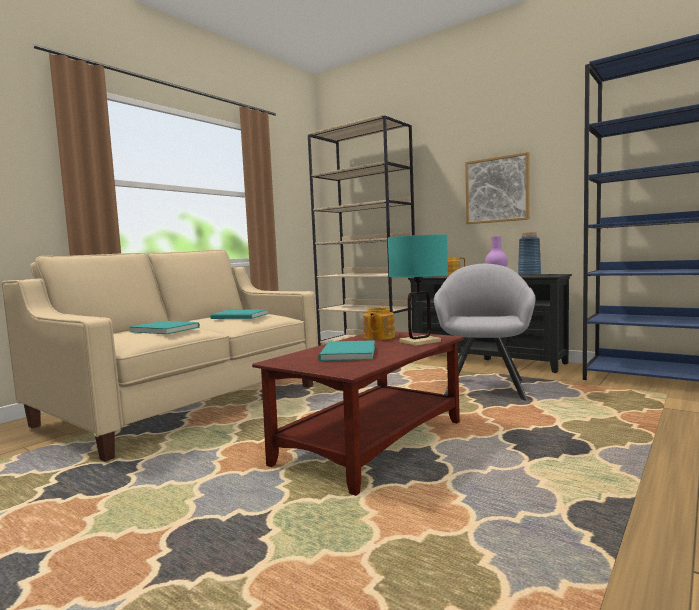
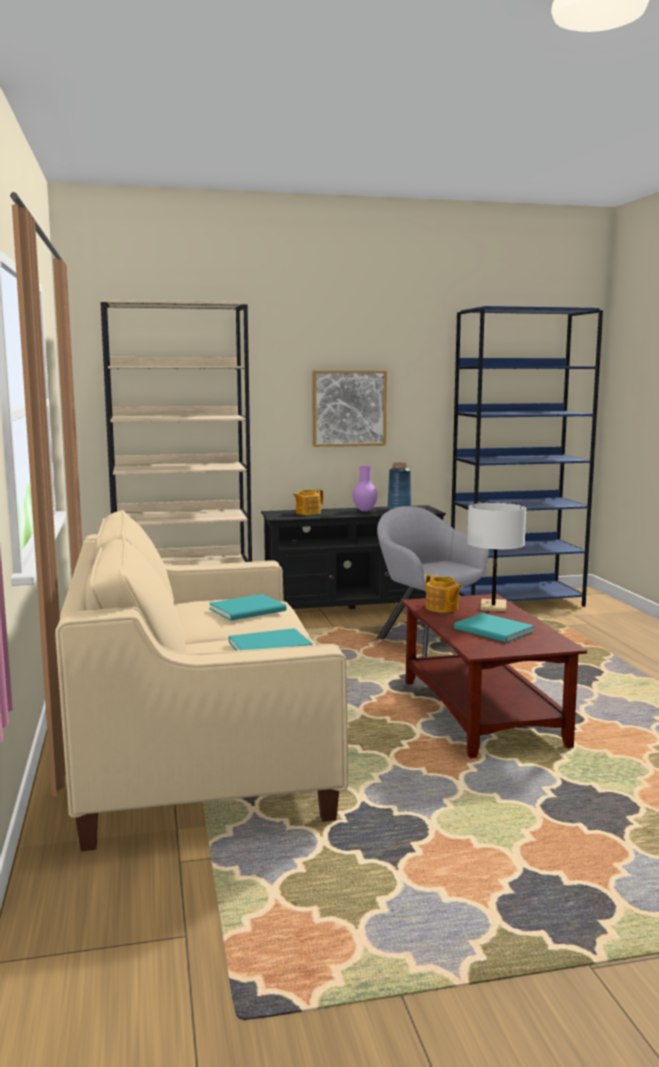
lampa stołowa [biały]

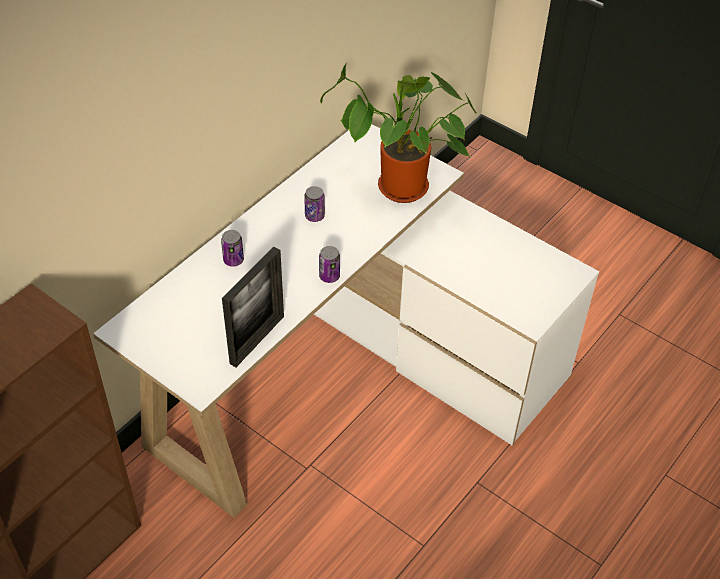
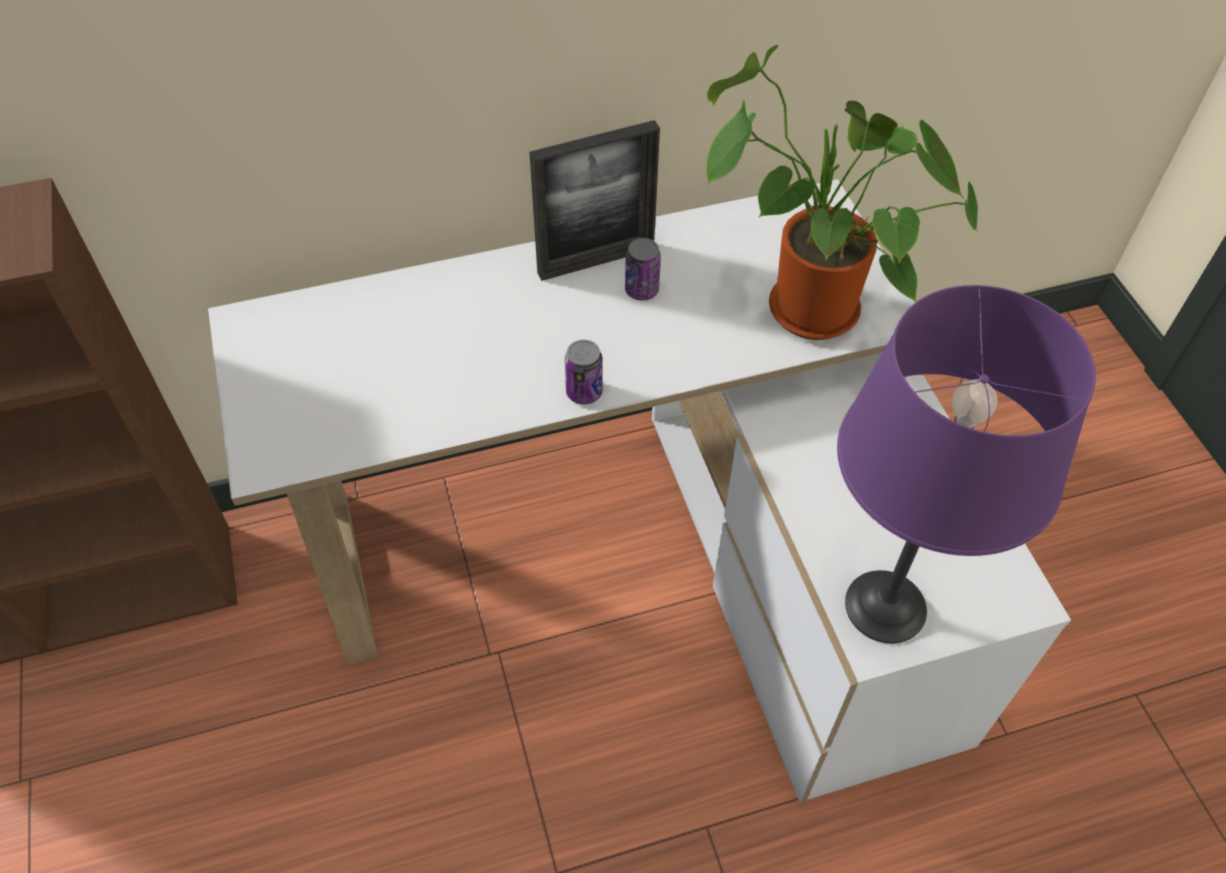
puszka (1st from left in the first image); lampa stołowa [fioletowy]; ramka na zdjęcie

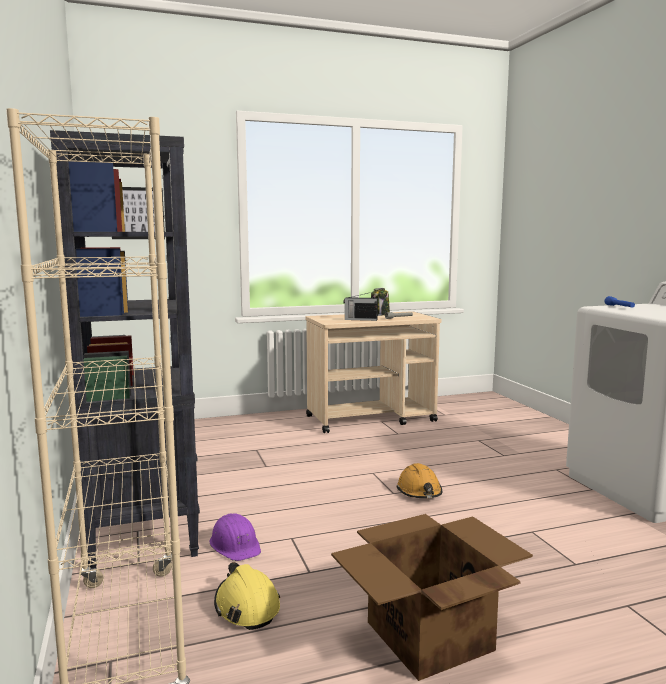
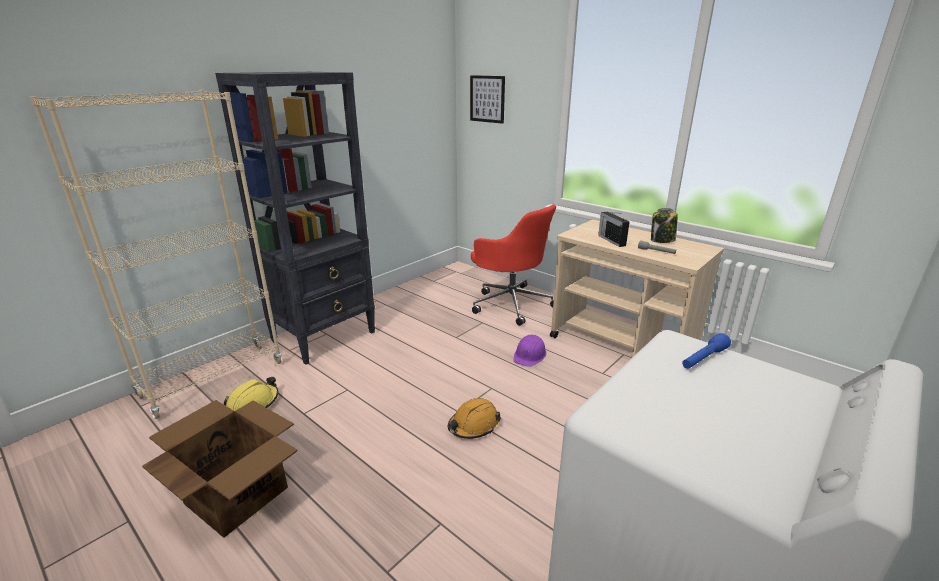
krzesło biurowe [czerwony]; kask [fioletowy]

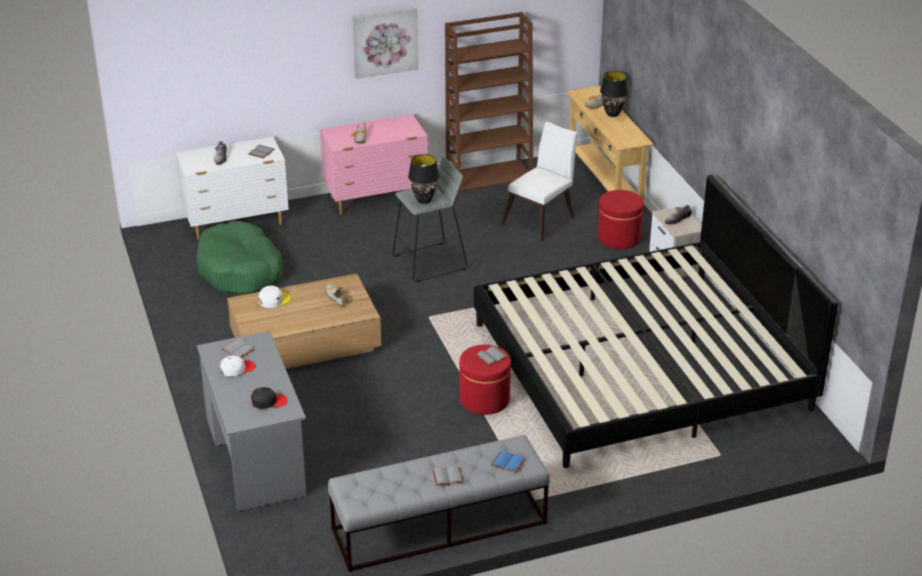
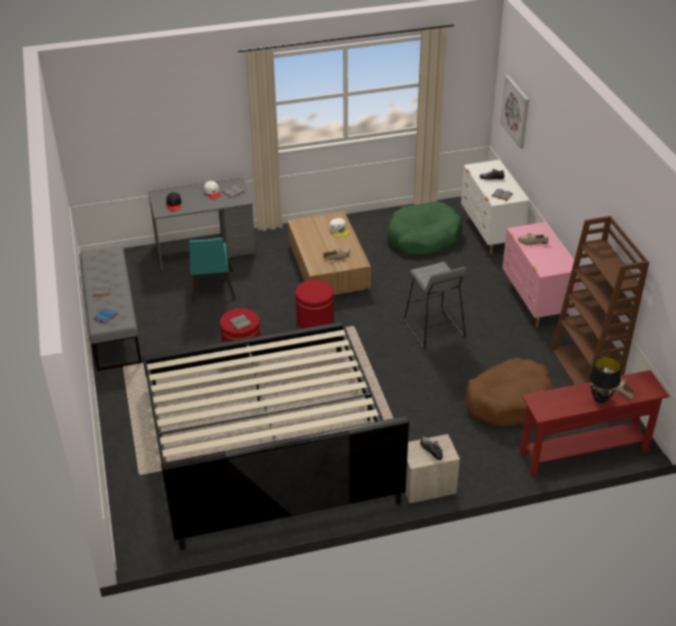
lampa stołowa [czarny] (1st from left in the first image); krzesło [turkusowy]; obraz; pufa [czerwony] (2nd from left); legowisko [brązowy]; stolik konsolowy [czerwony]

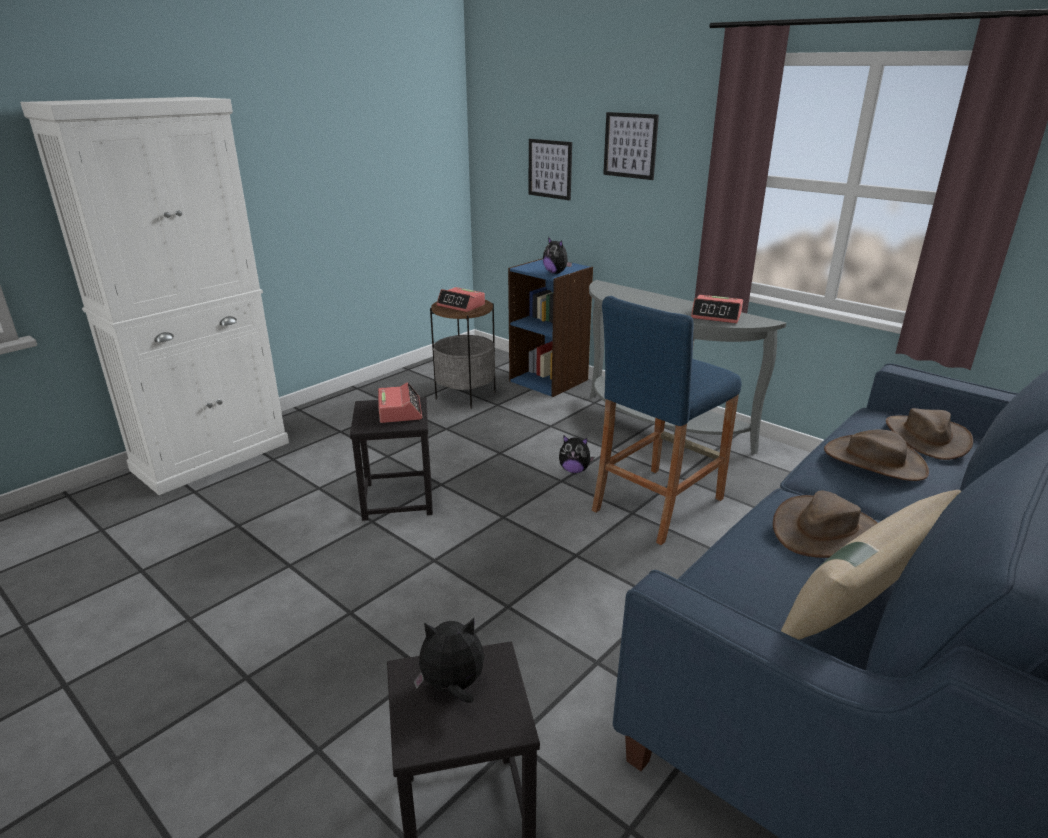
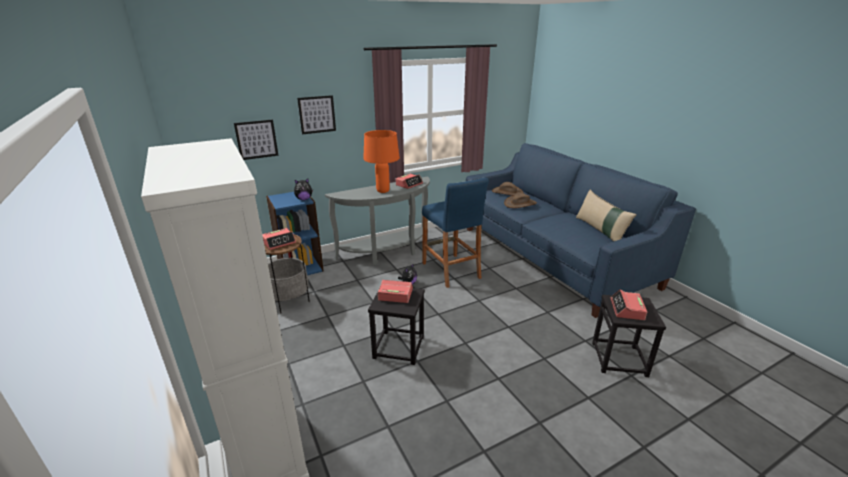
kapelusz [brązowy] (1st from left in the first image); lampa stołowa [pomarańczowy]; budzik (4th from left)

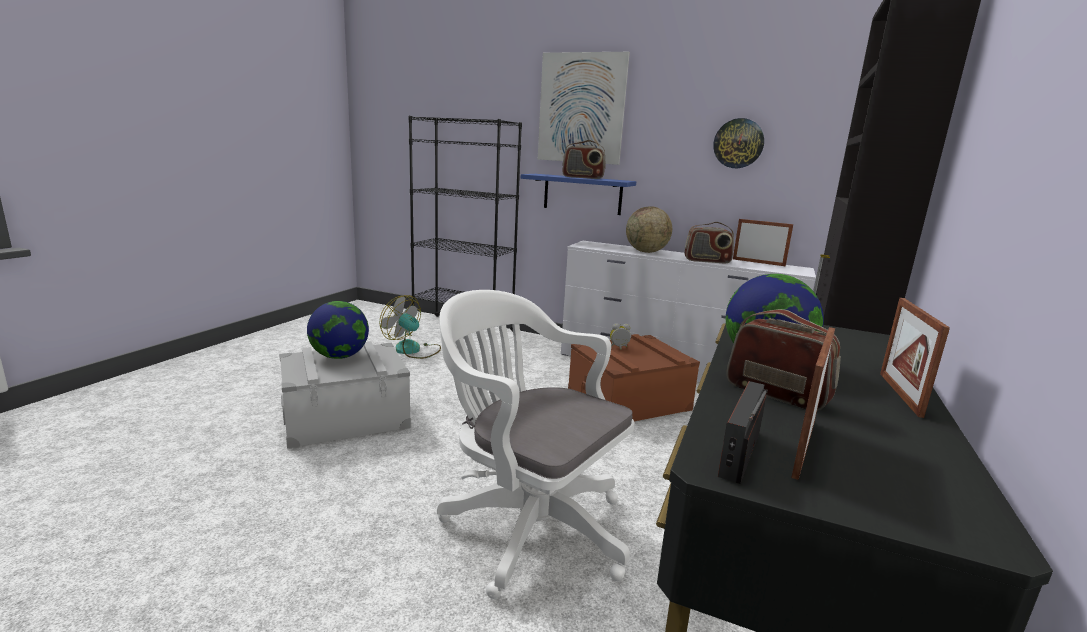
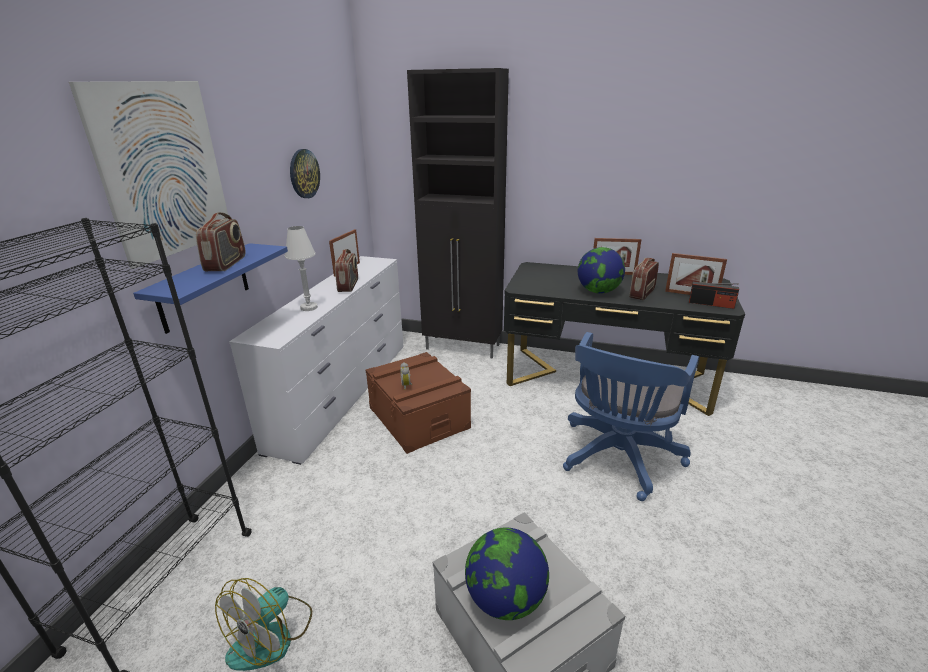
lampa stołowa [biały]; krzesło biurowe [niebieski]

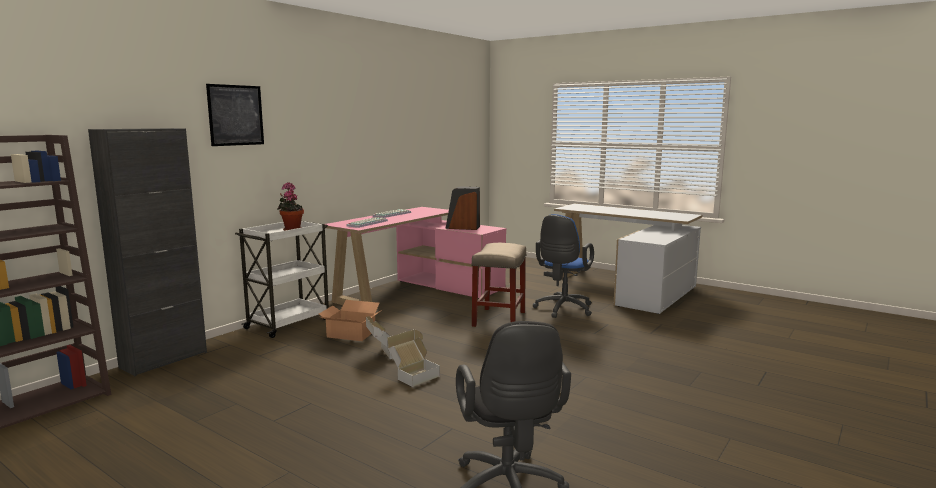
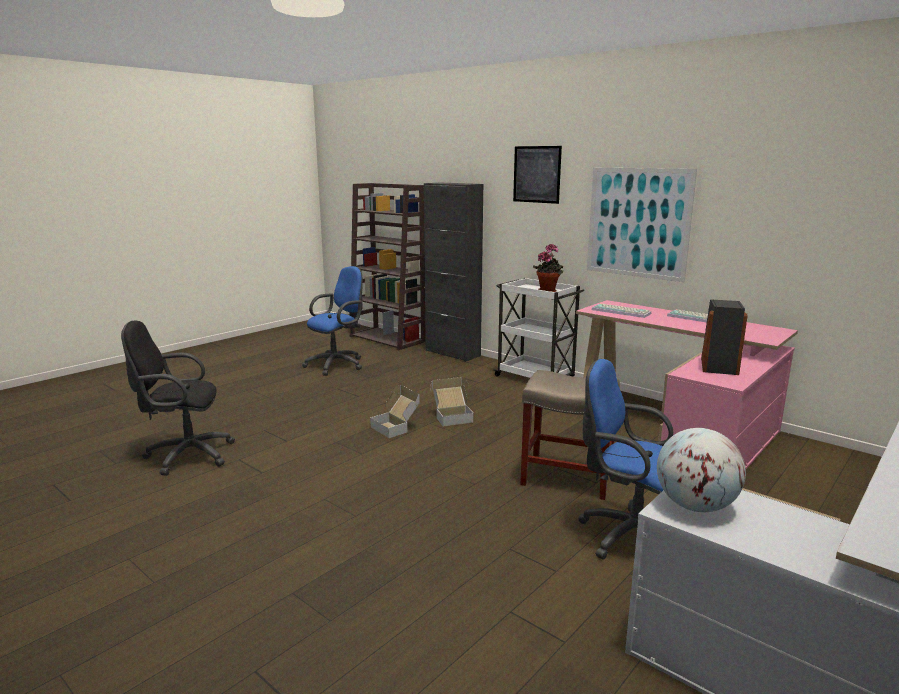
karton (1st from left in the first image); krzesło biurowe [niebieski] (1st from left); obraz (2nd from left); globus

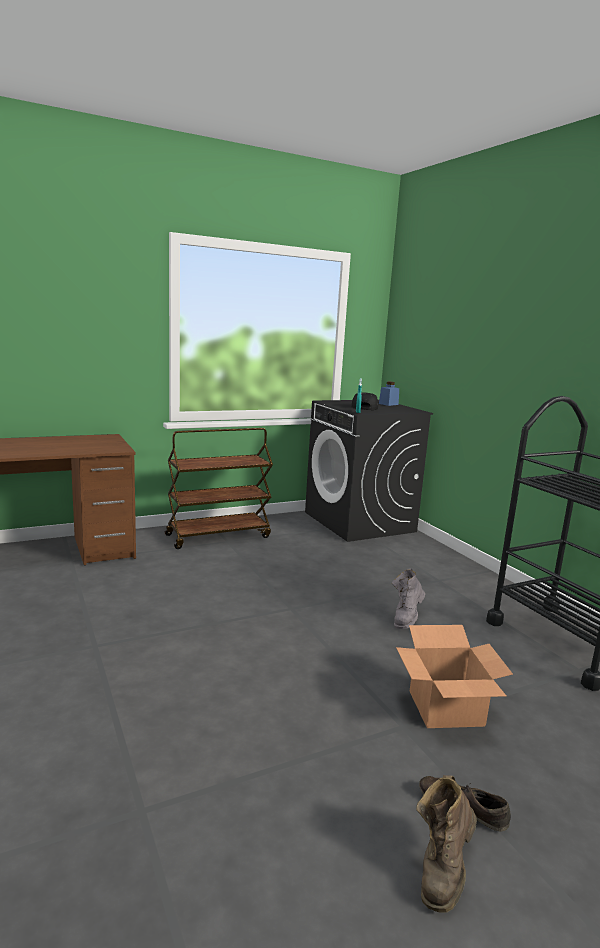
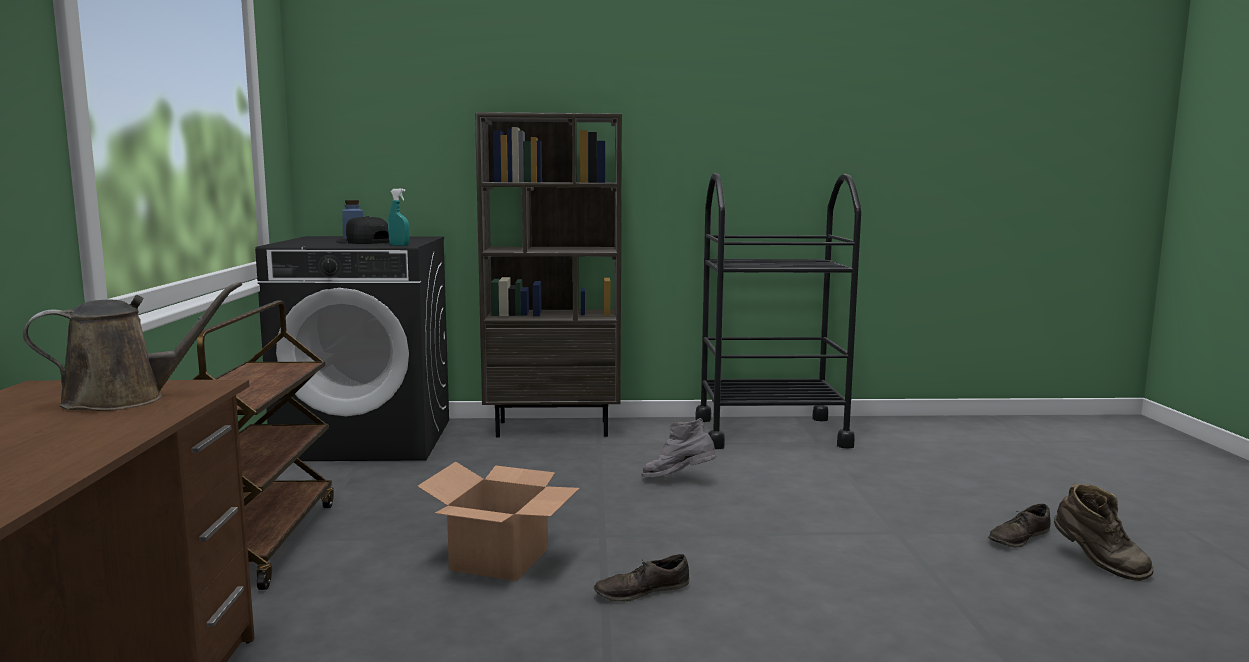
konewka [brązowy]; regał [brązowy]; but [brązowy] (1st from left); karton; but z cholewką [szary]

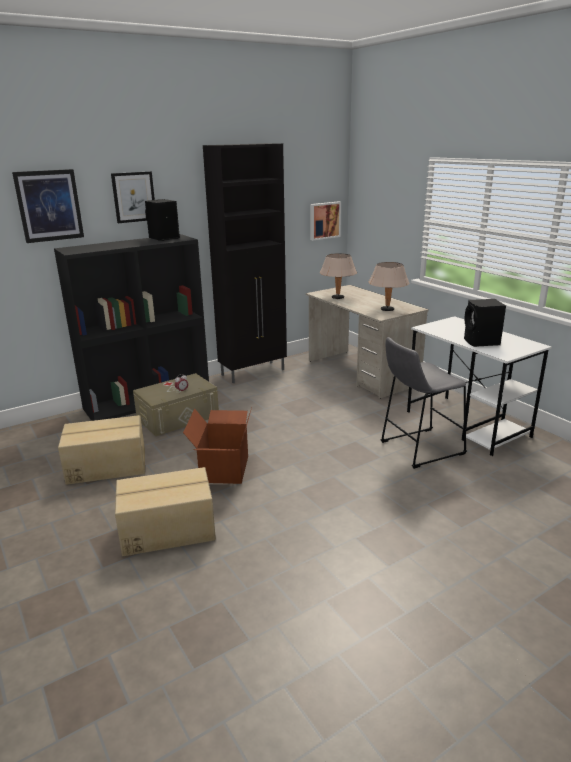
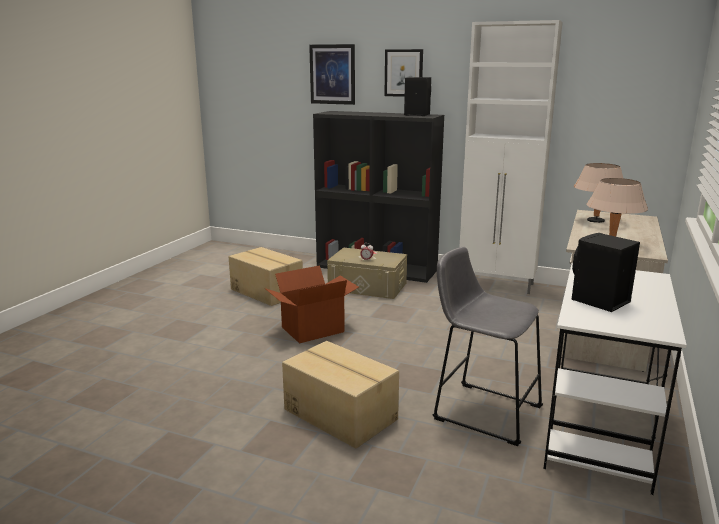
obraz (3rd from left in the first image); karton (3rd from left); szafka [biały]

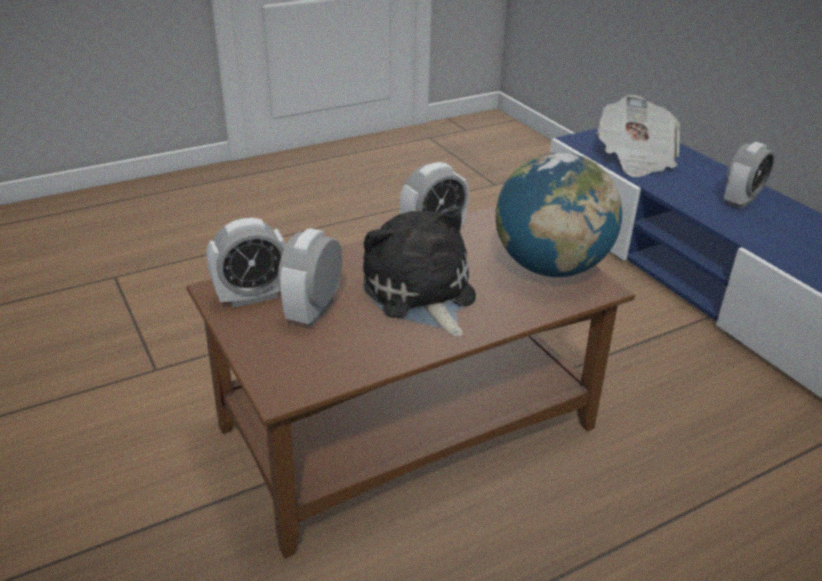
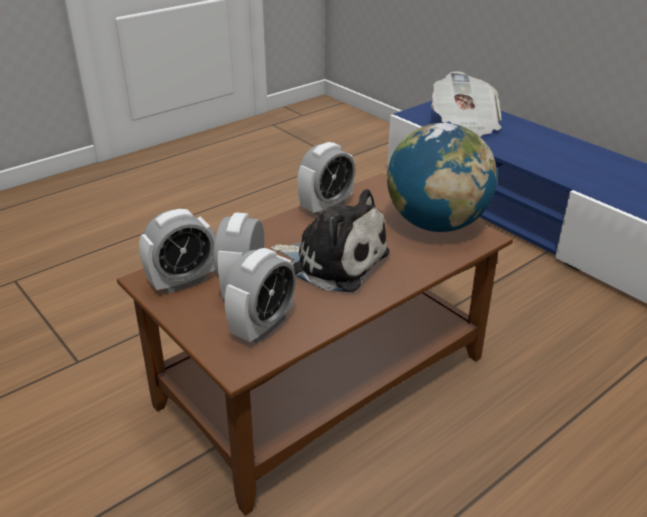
budzik (3rd from left); pluszak

